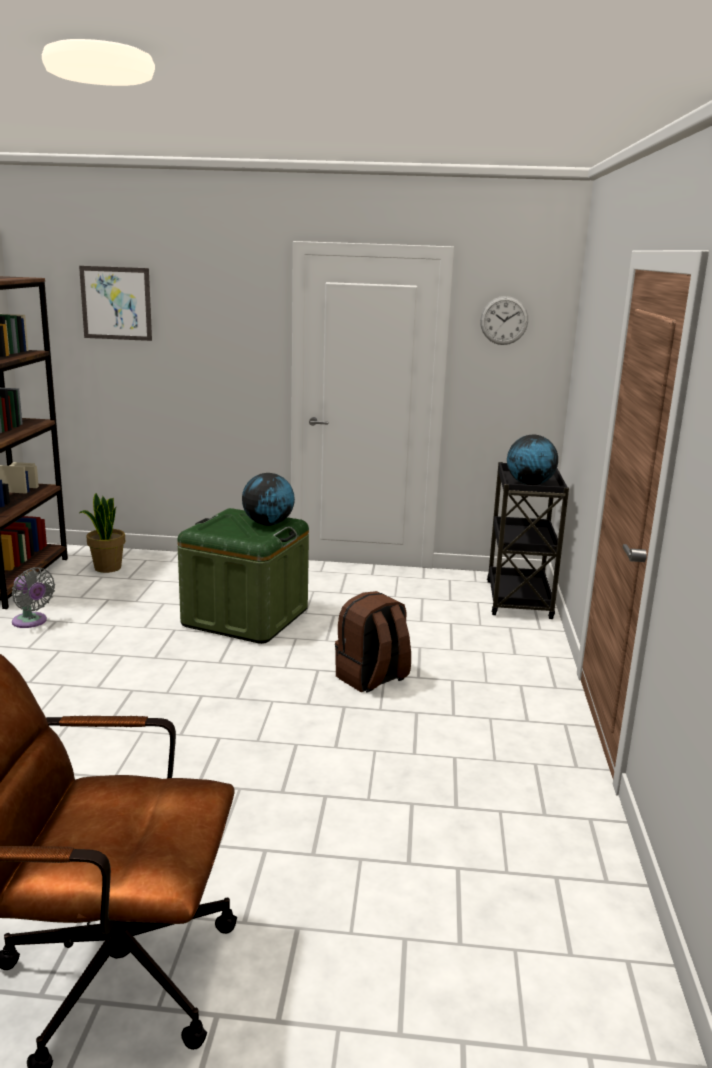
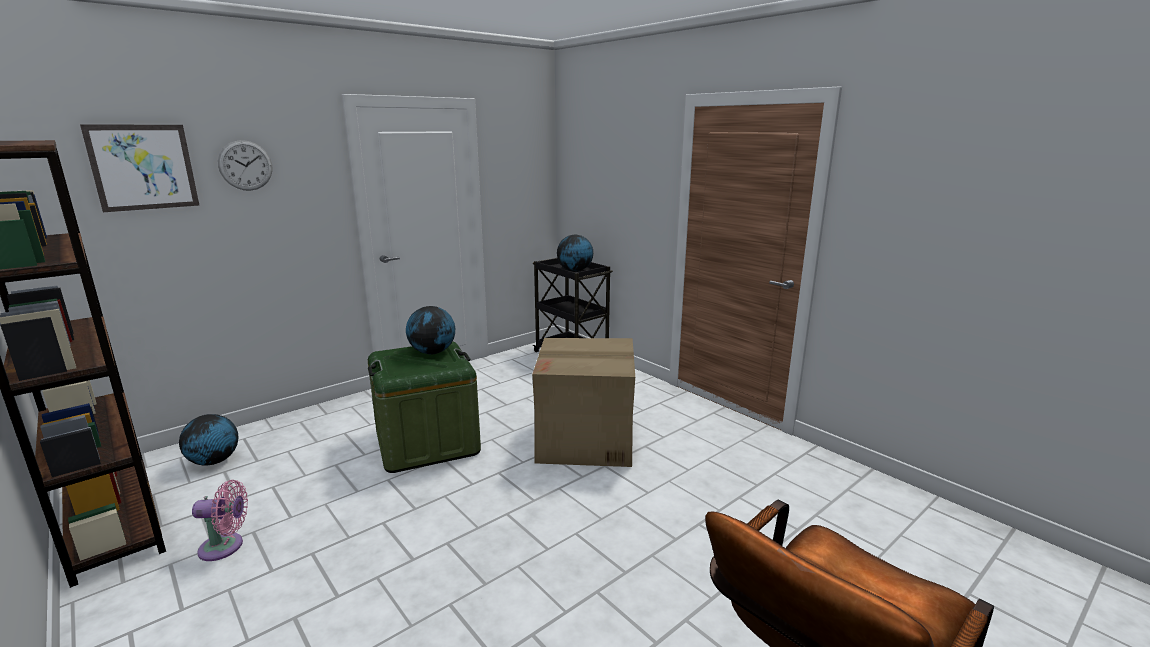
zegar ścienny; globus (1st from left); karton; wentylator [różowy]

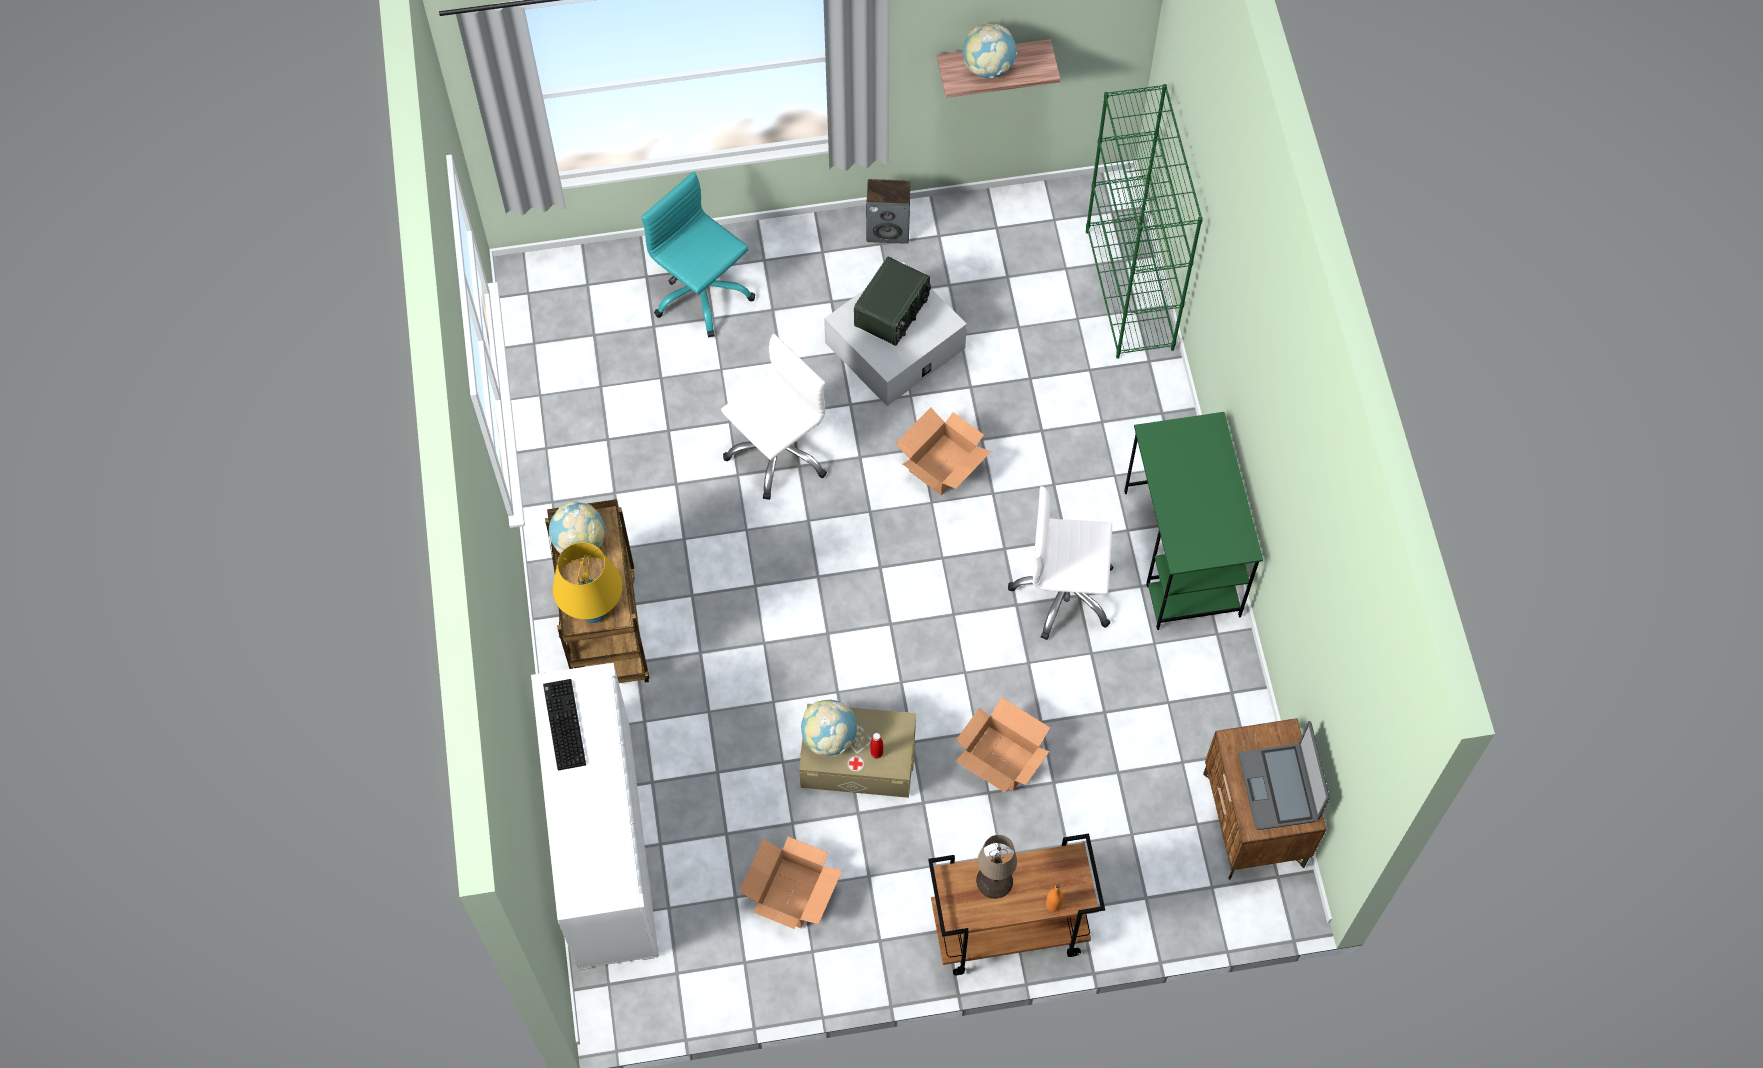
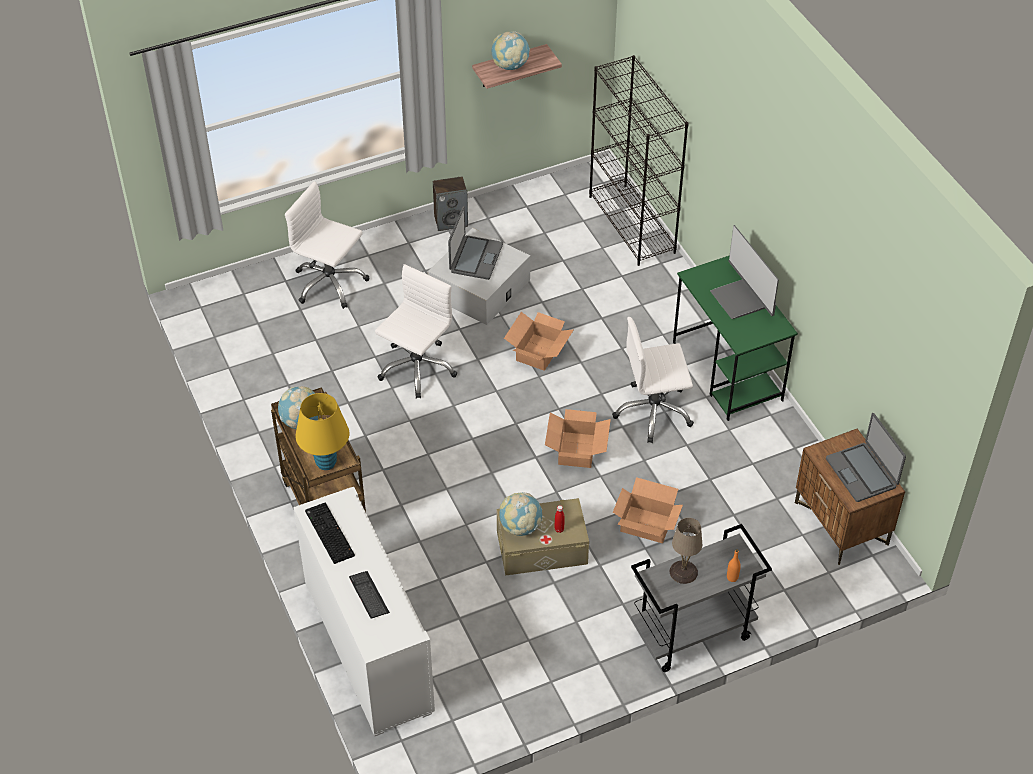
klawiatura (2nd from left); monitor; karton (2nd from left); laptop (1st from left); krzesło biurowe [biały] (1st from left); wózek [szary]; regał [czarny]

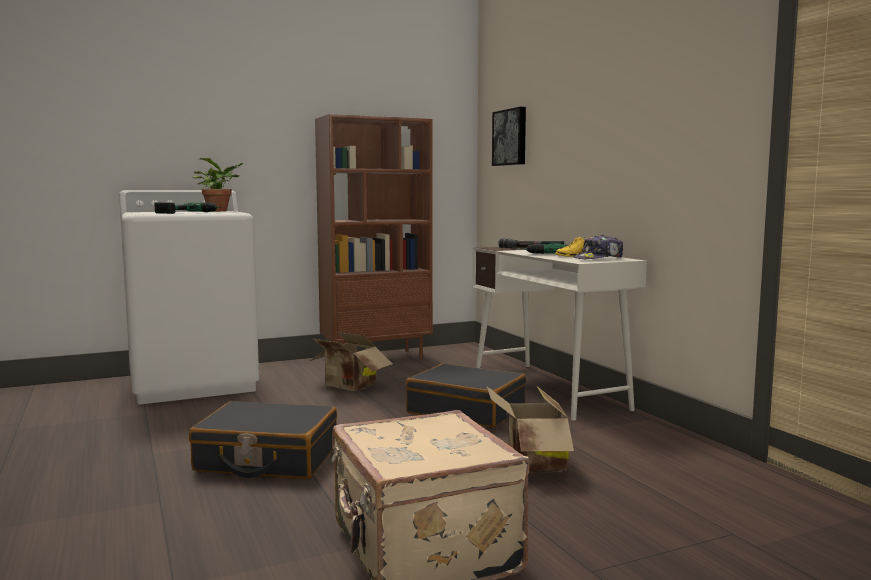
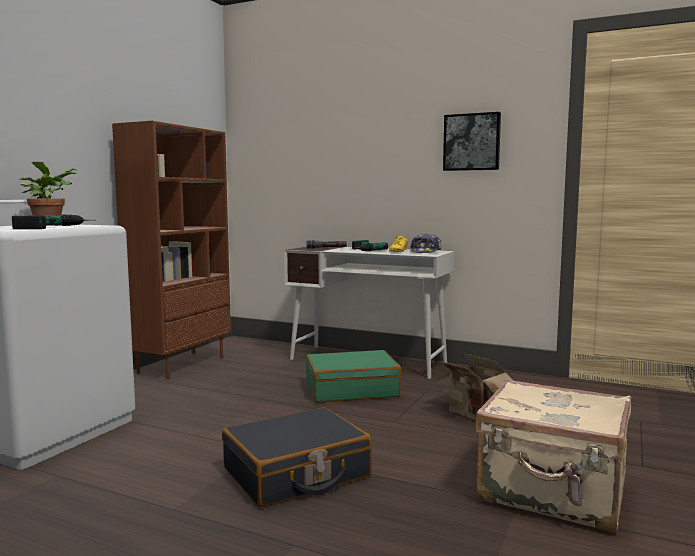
karton (1st from left in the first image); obraz; walizka [zielony]

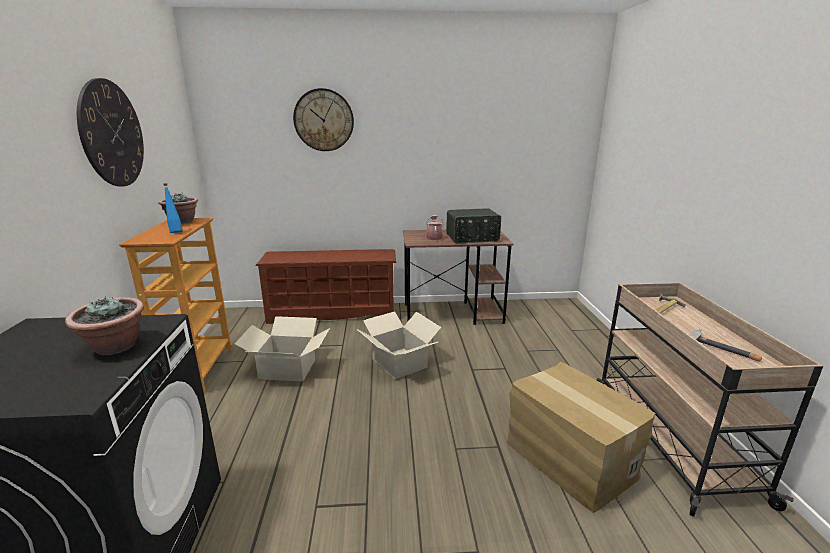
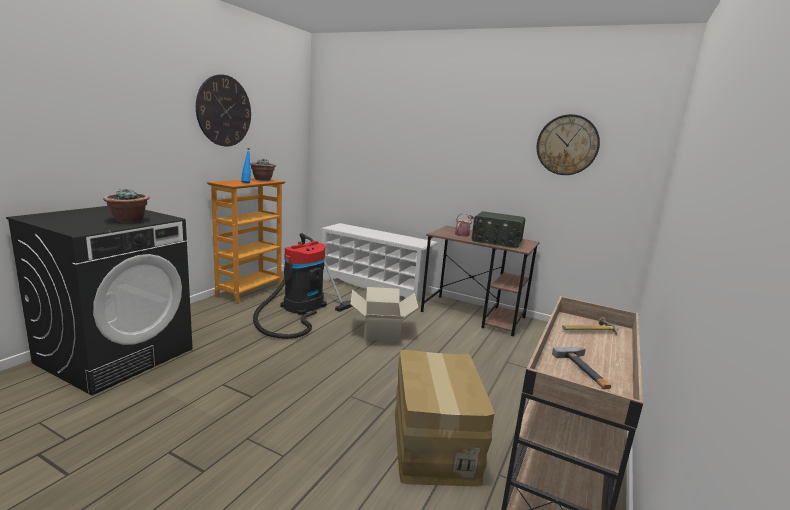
zegar ścienny (2nd from left); odkurzacz; regał na buty [biały]

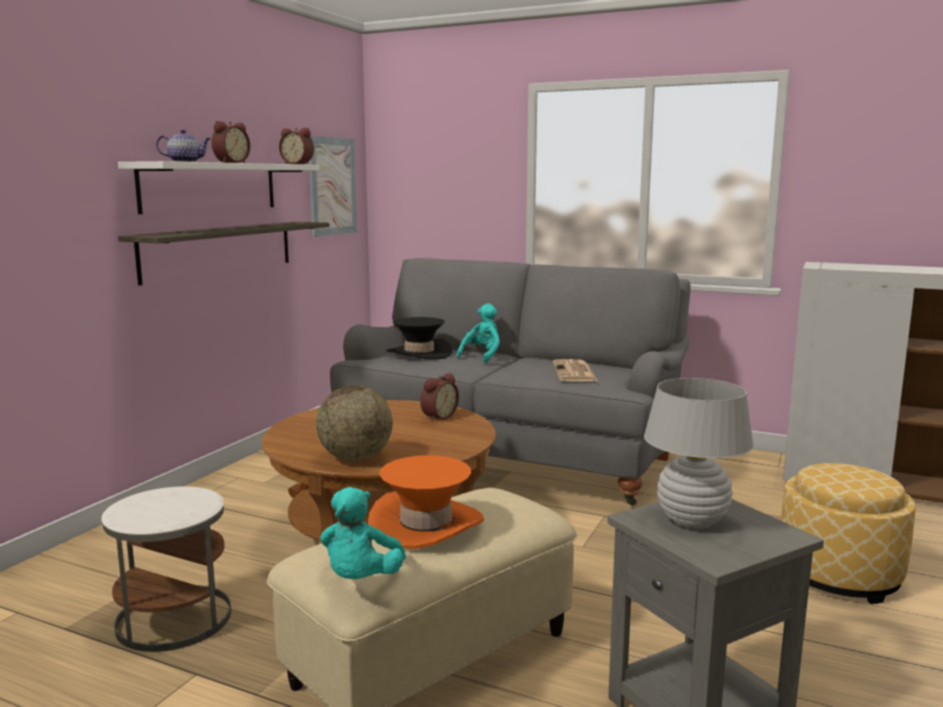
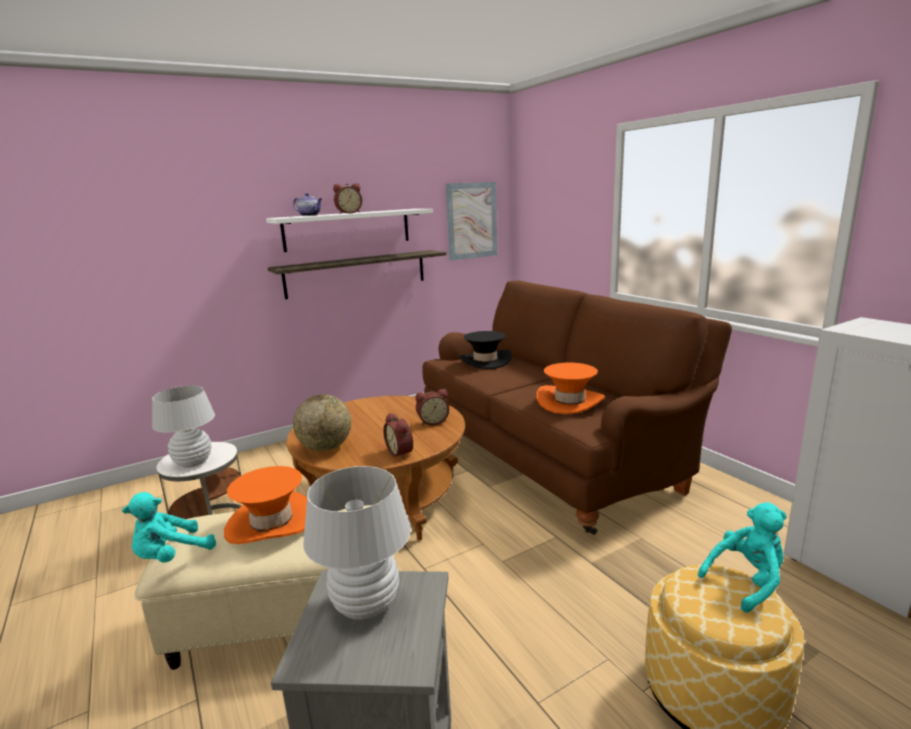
lampa stołowa [biały] (1st from left); budzik (2nd from left); pluszak [turkusowy] (2nd from left); kapelusz [pomarańczowy] (2nd from left); kanapa [brązowy]

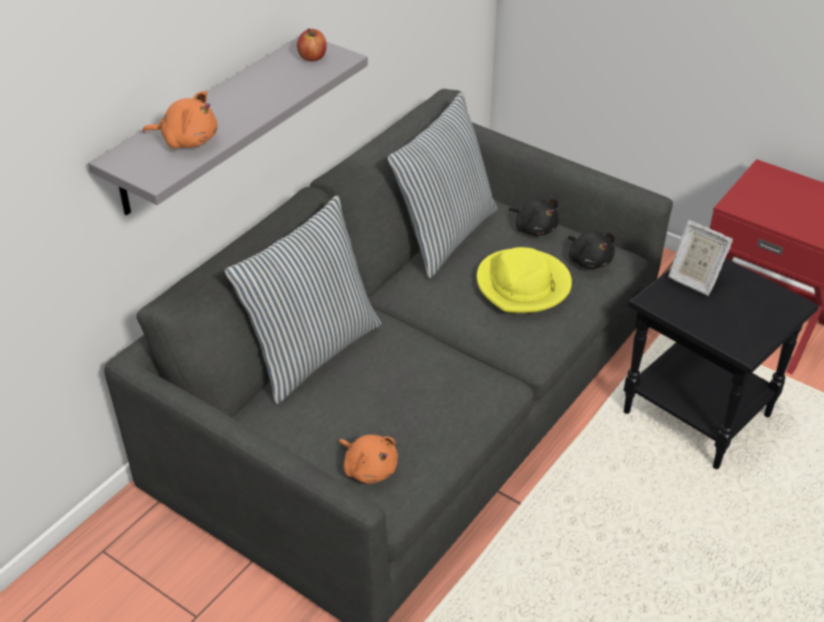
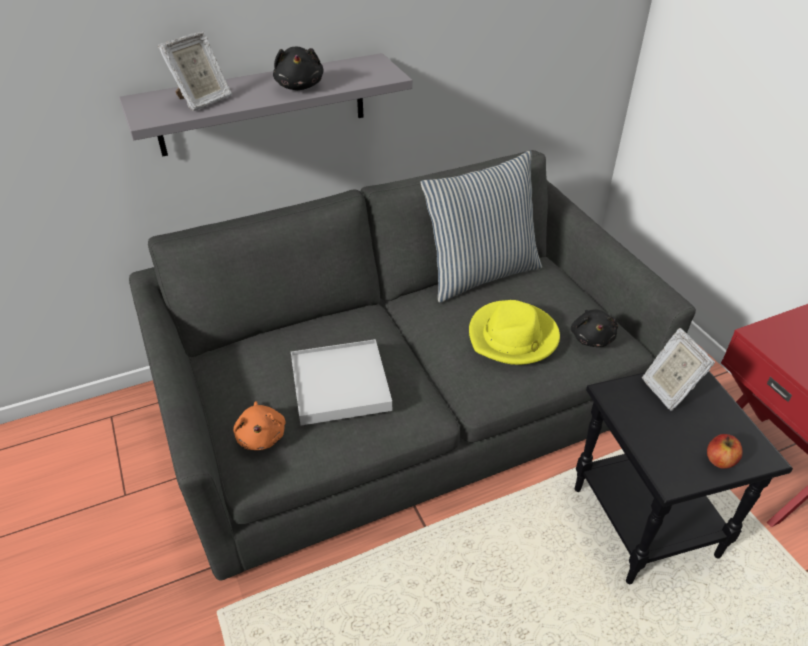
poduszka (1st from left in the first image); taca [biały]; jabłko; pluszak [czarny] (1st from left); ramka na zdjęcie (1st from left)

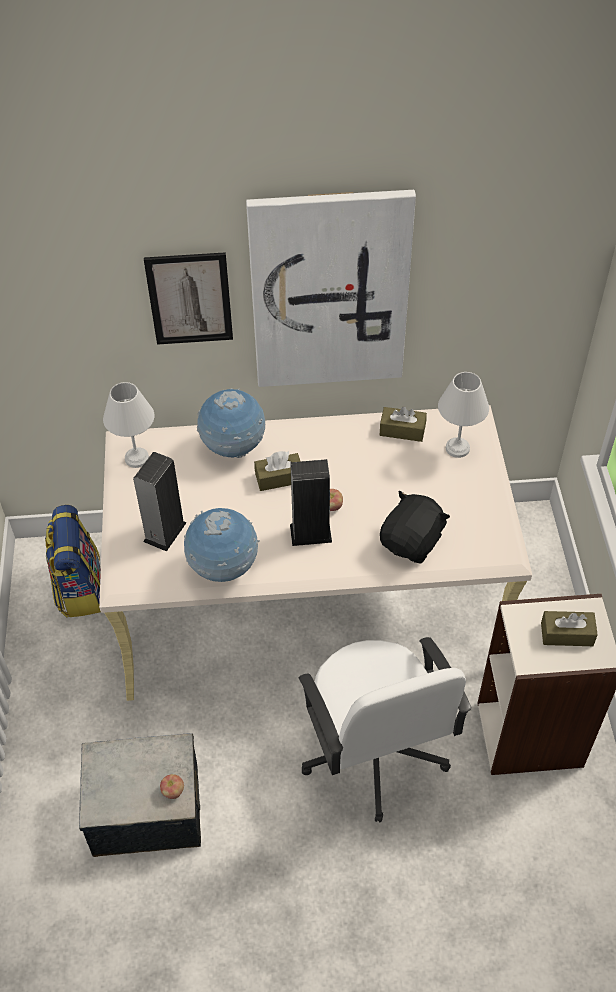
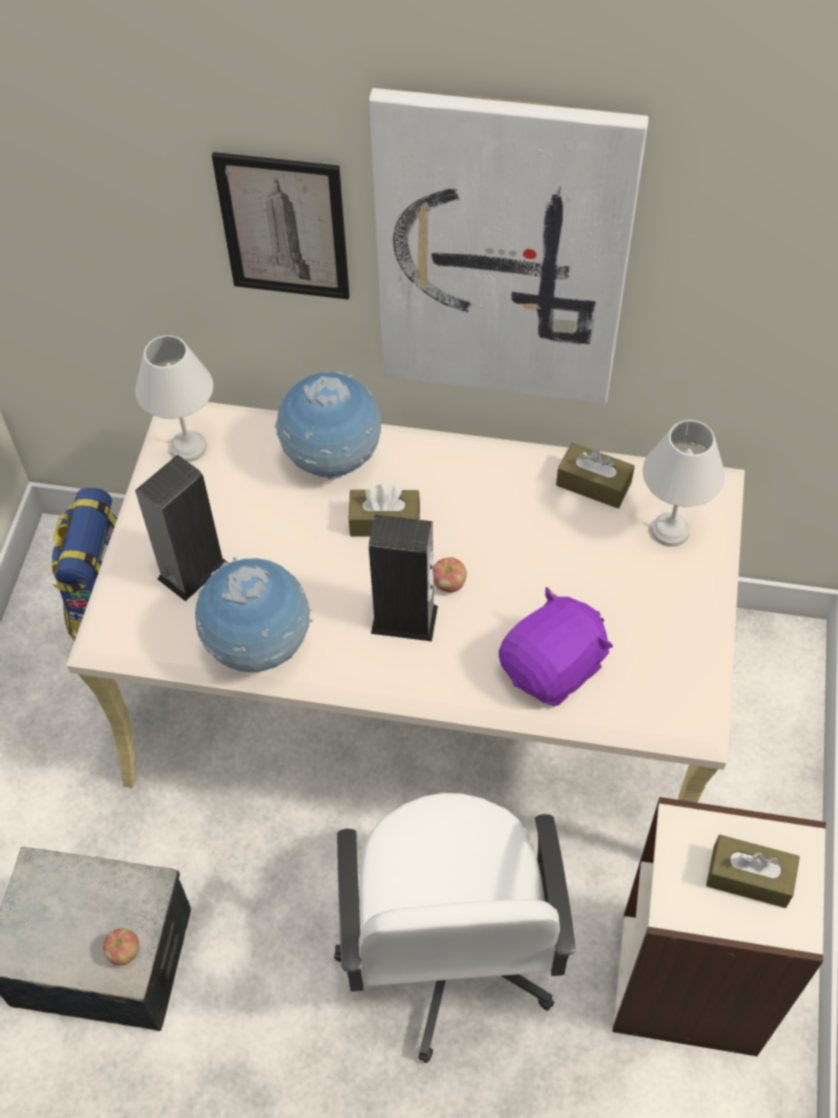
pluszak [fioletowy]

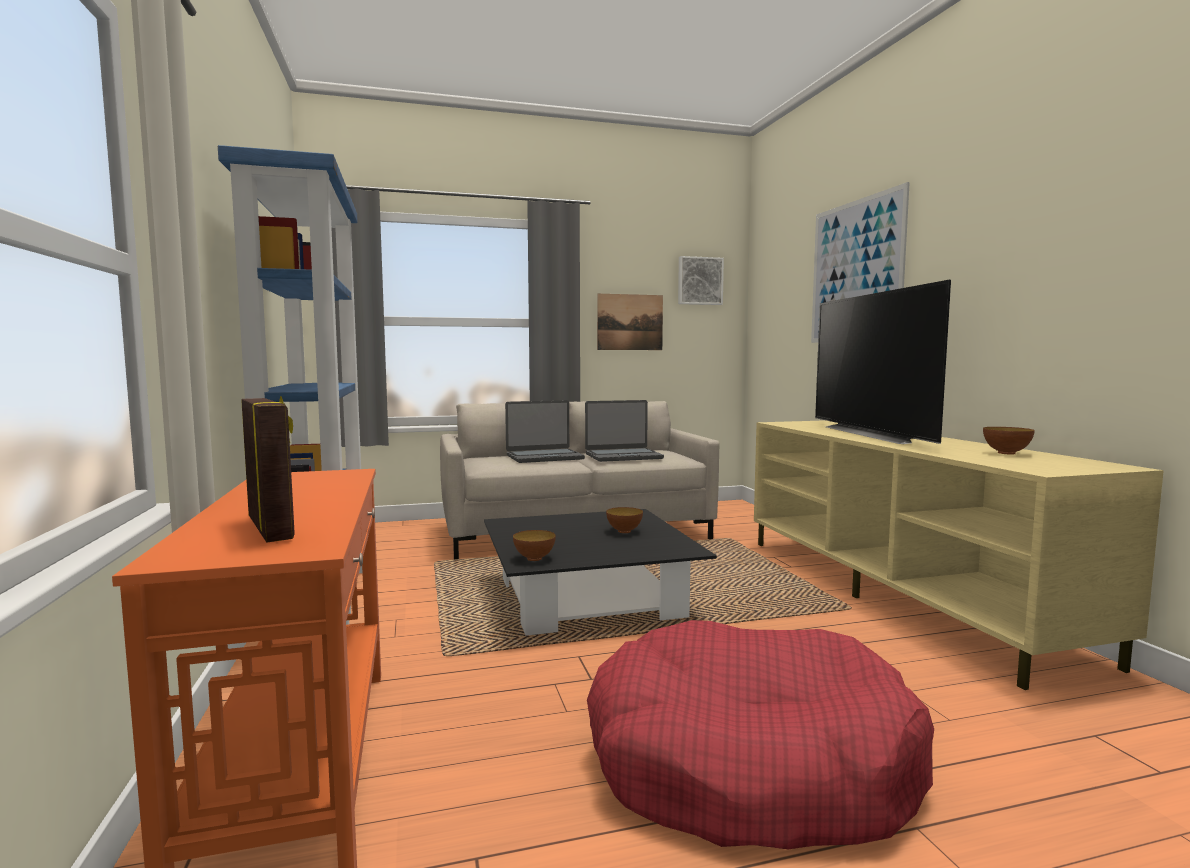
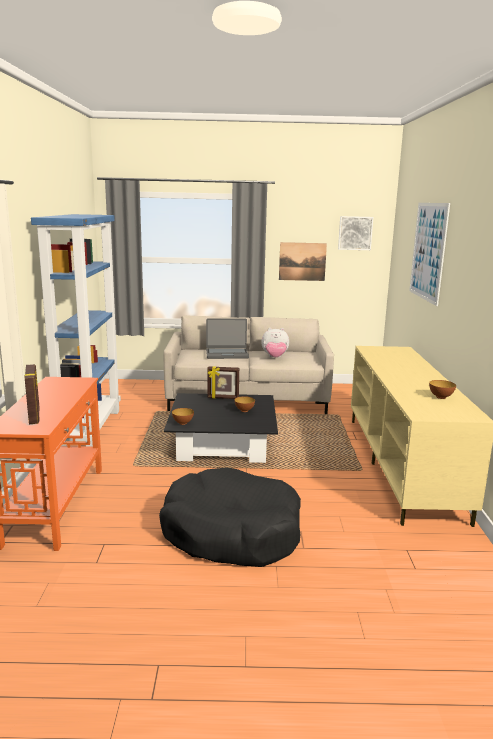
telewizor; ramka na zdjęcie (2nd from left); pluszak; legowisko [czarny]

